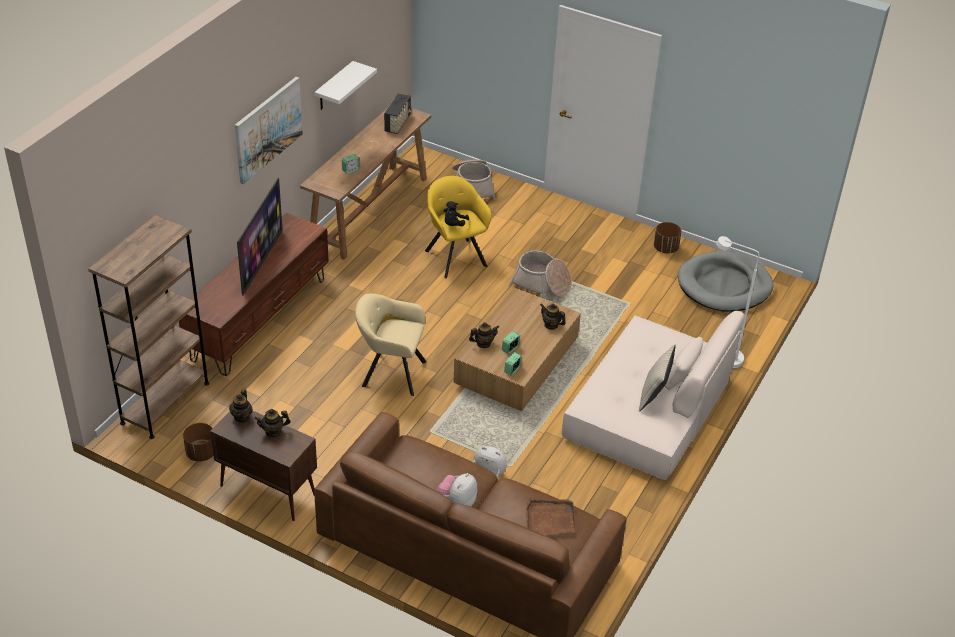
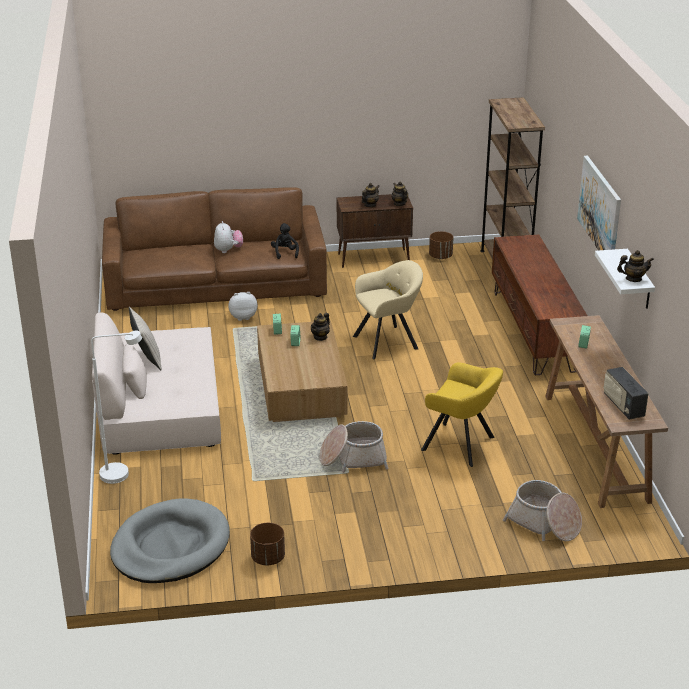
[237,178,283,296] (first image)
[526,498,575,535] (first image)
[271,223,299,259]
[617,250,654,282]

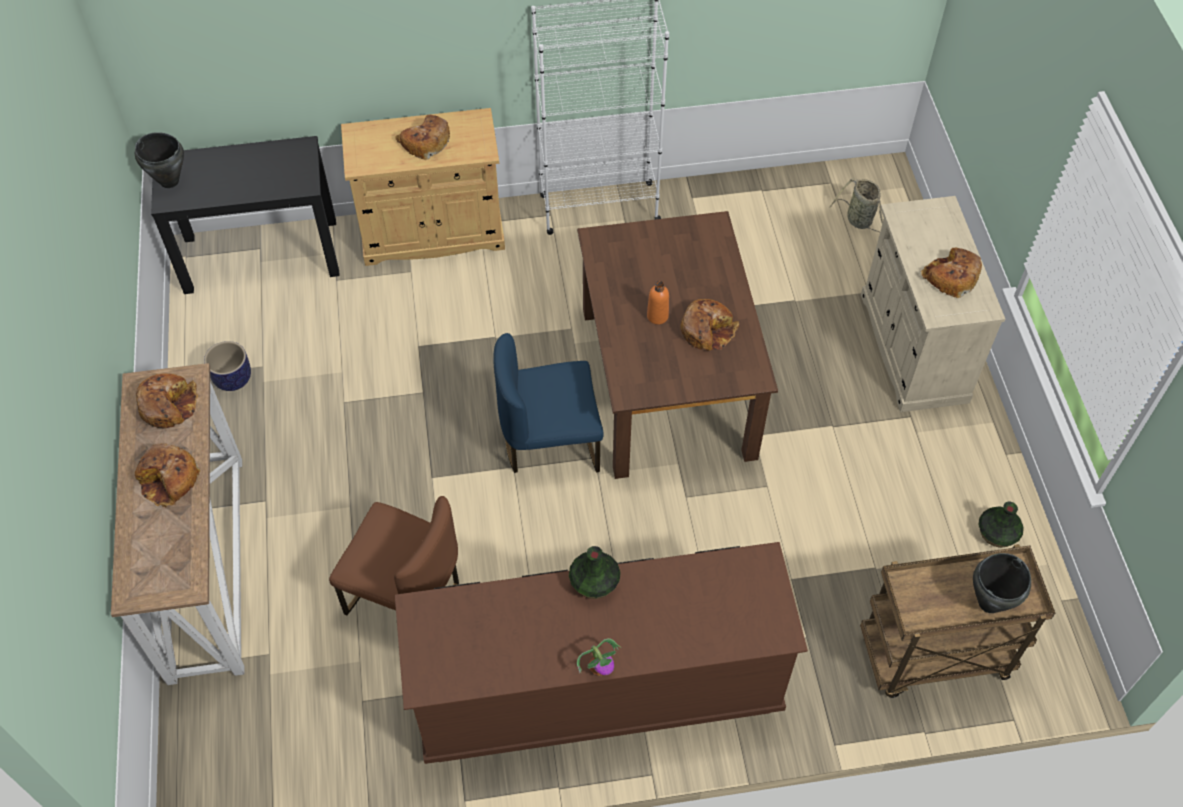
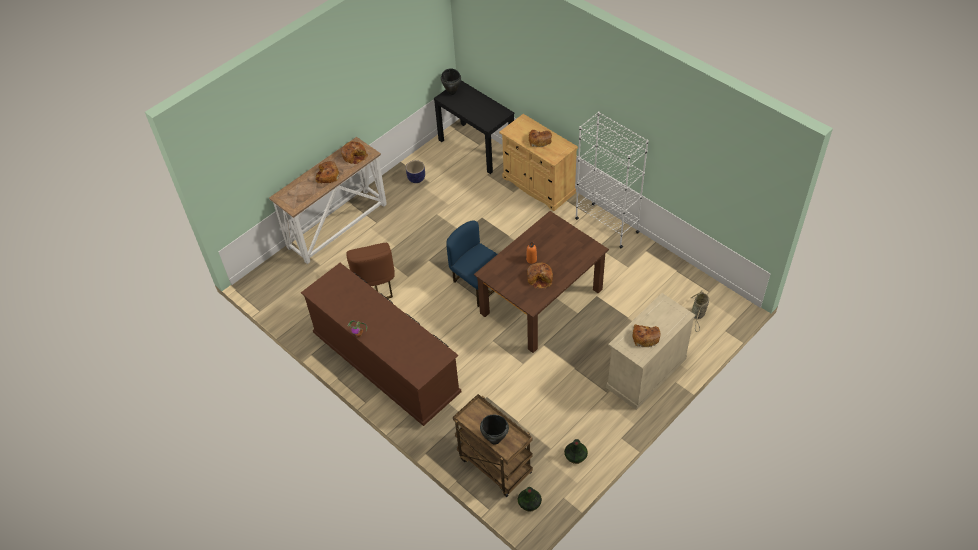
[517,487,542,512]

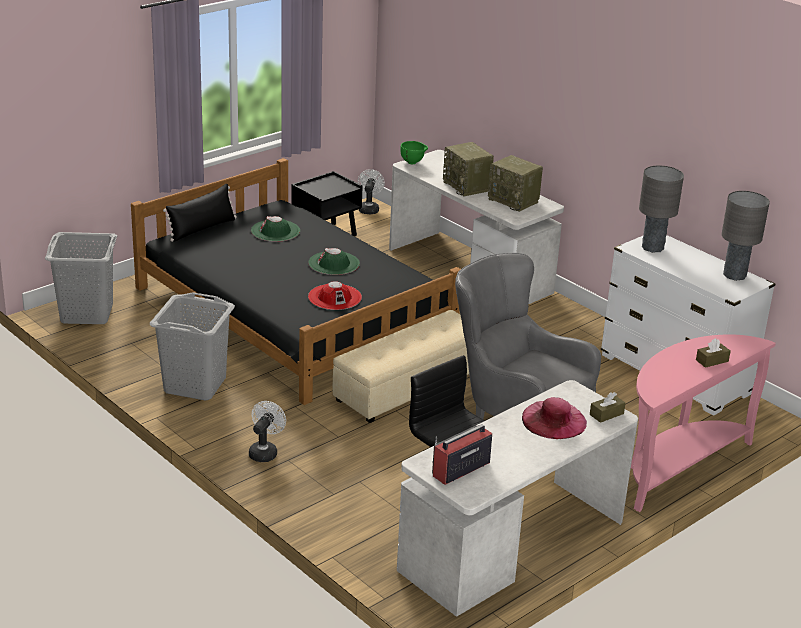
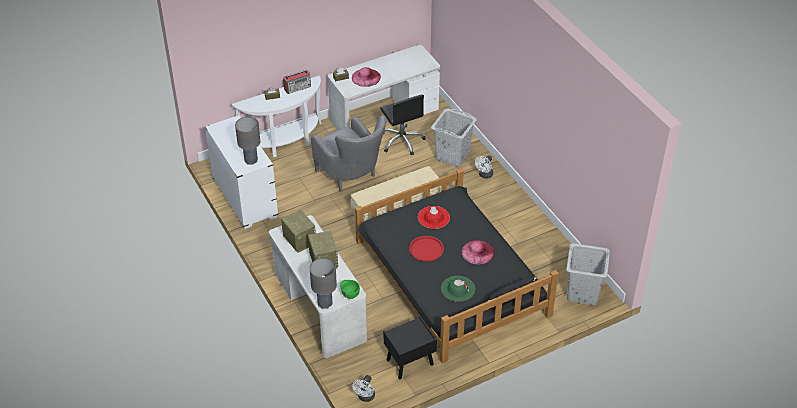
[462,240,495,265]
[431,109,477,167]
[283,70,311,94]
[310,258,337,309]
[409,236,444,262]
[232,76,321,157]

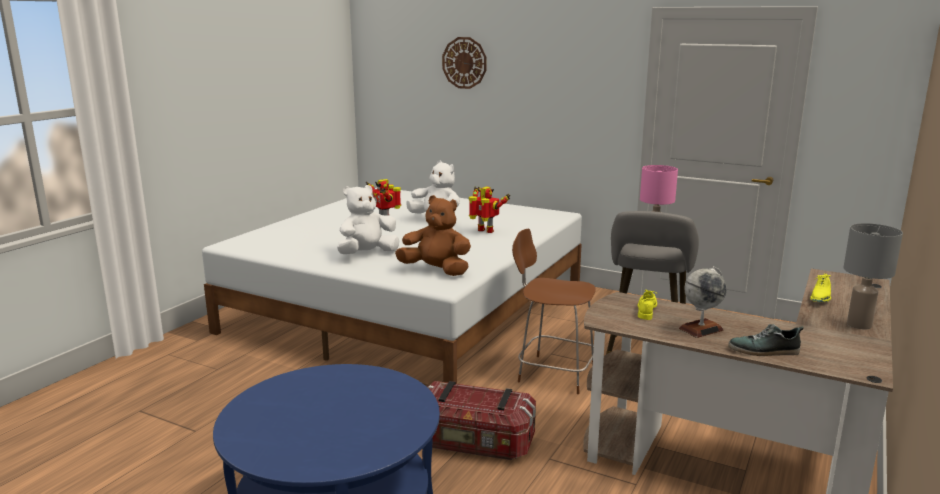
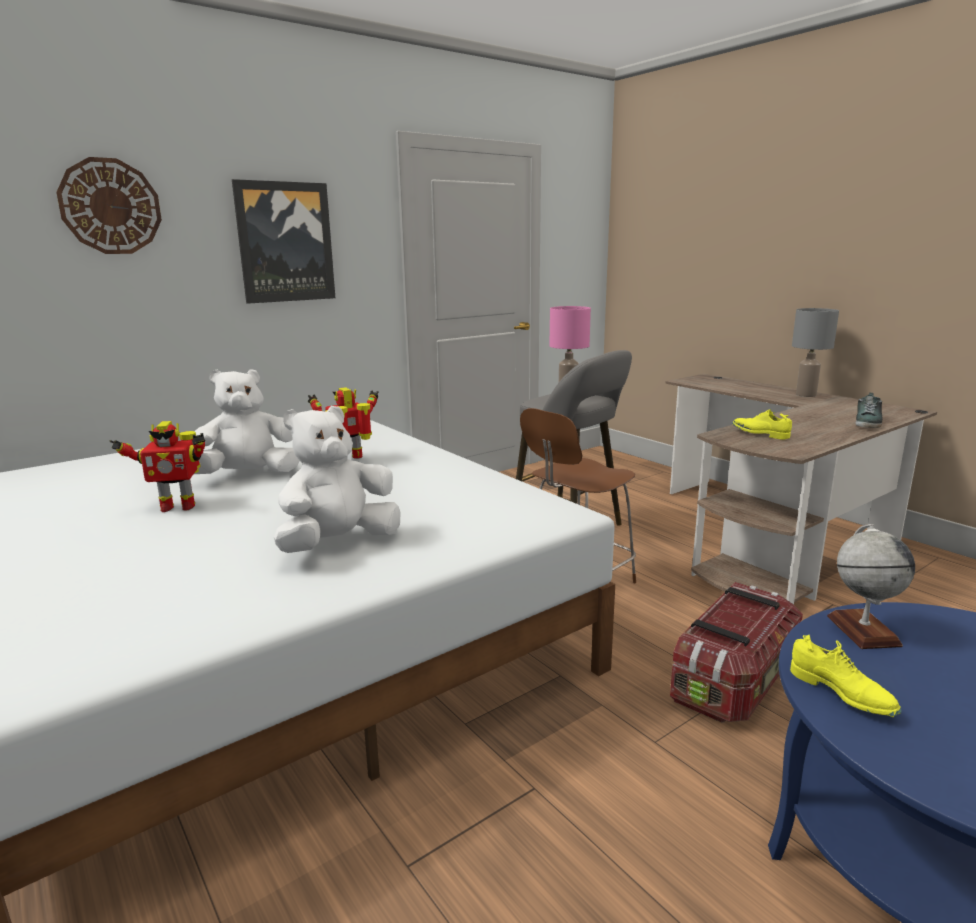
[395,195,471,276] (first image)
[232,179,335,304]
[827,524,915,649]
[790,635,902,717]
[274,406,401,553]

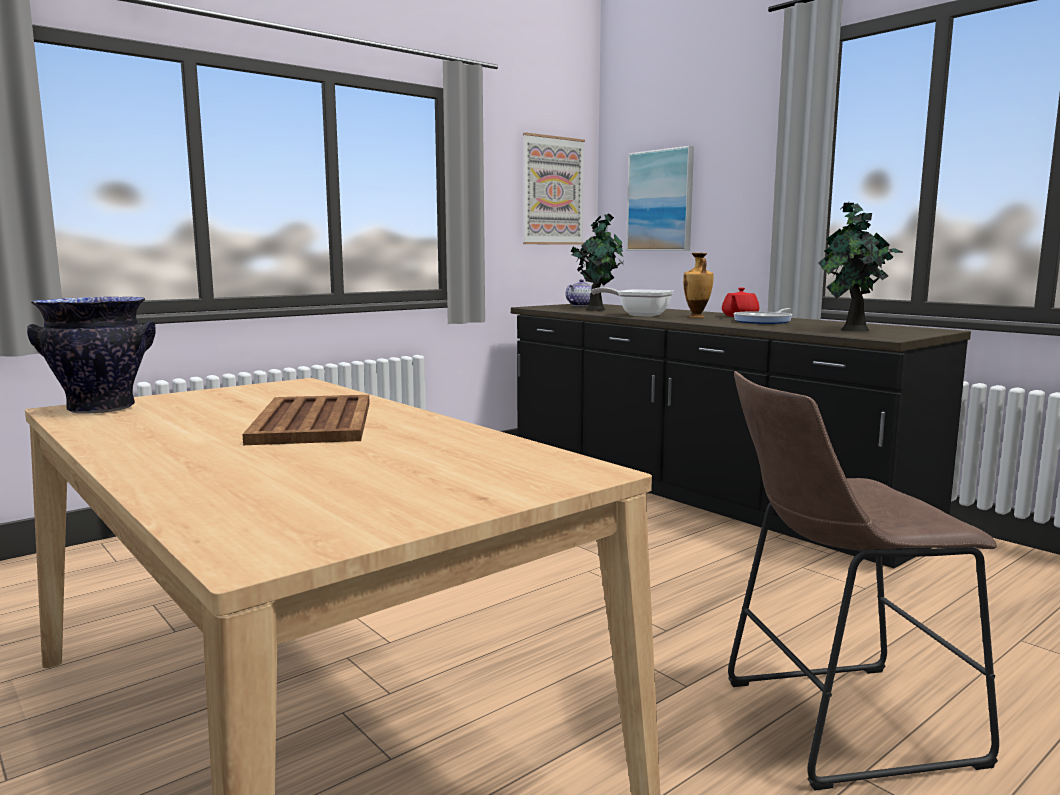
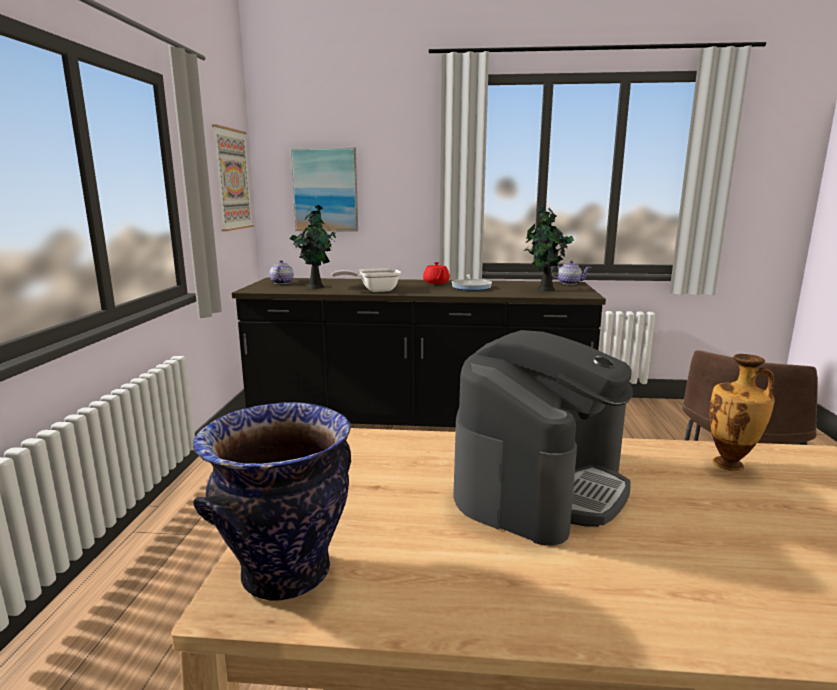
[551,260,591,285]
[710,354,775,471]
[453,330,633,546]

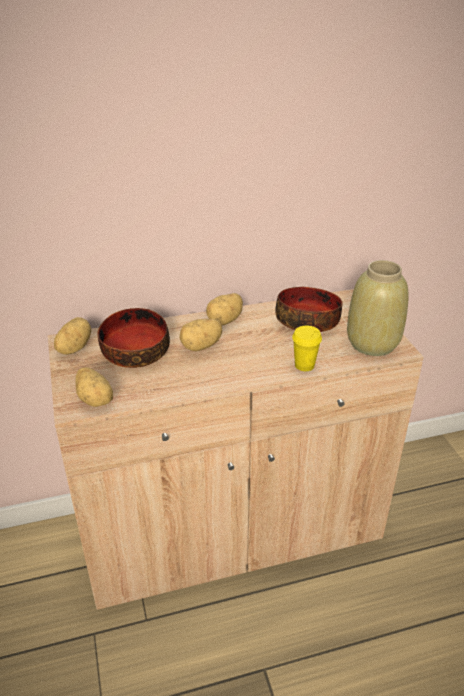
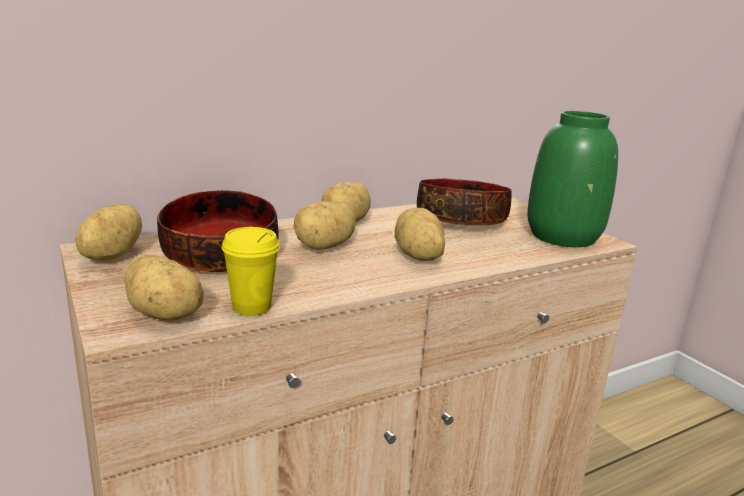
[395,208,445,261]
[222,227,280,316]
[527,111,618,247]

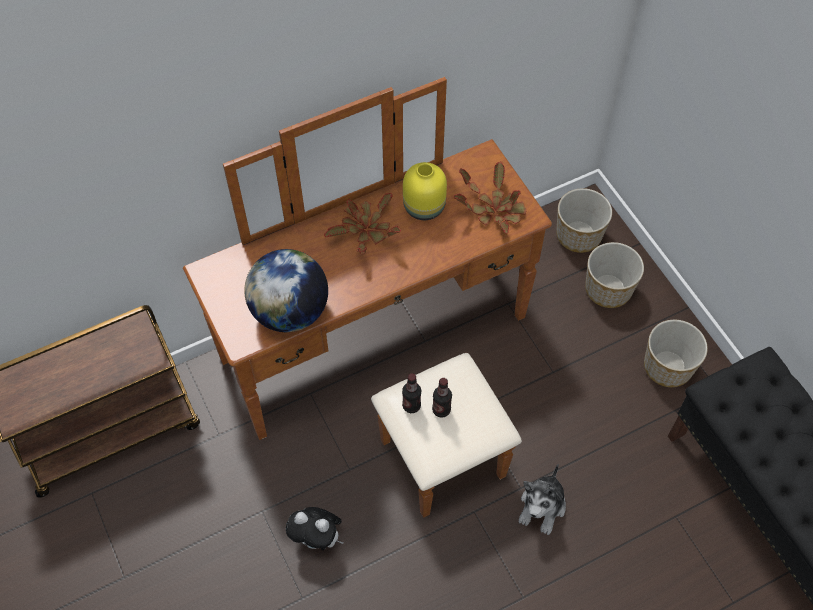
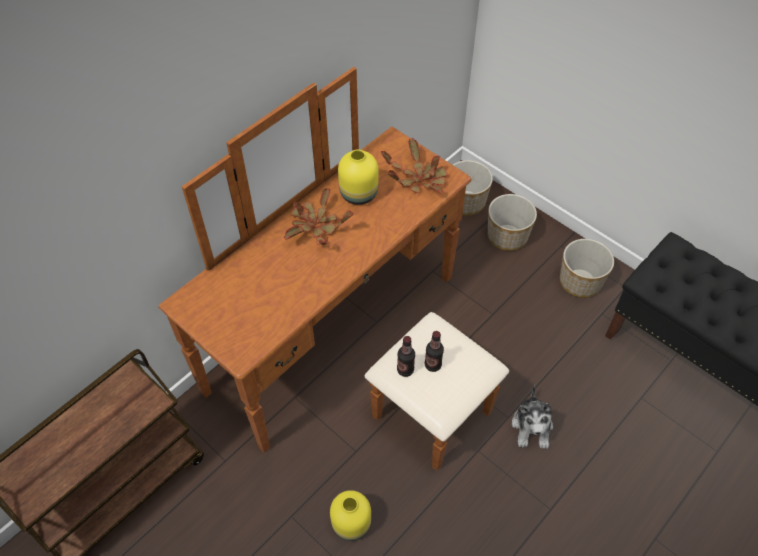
[244,249,328,332] (first image)
[330,490,371,541]

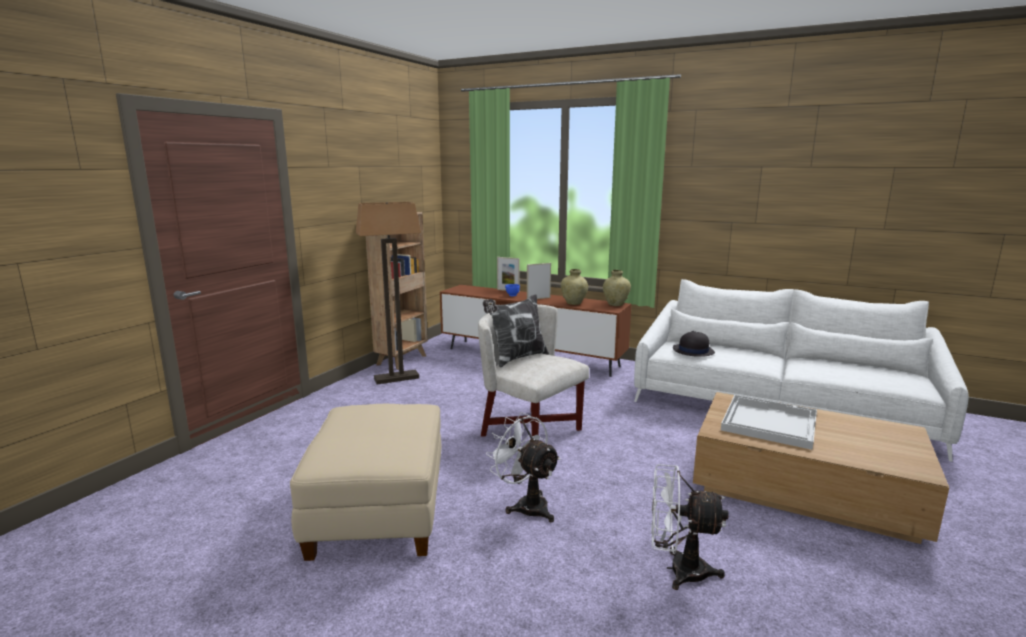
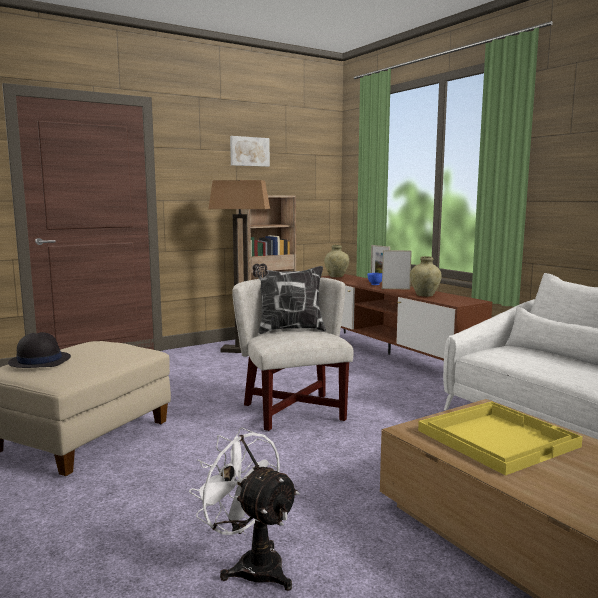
[486,412,561,522] (first image)
[230,136,270,167]
[324,245,349,277]
[8,332,71,368]
[418,401,583,476]

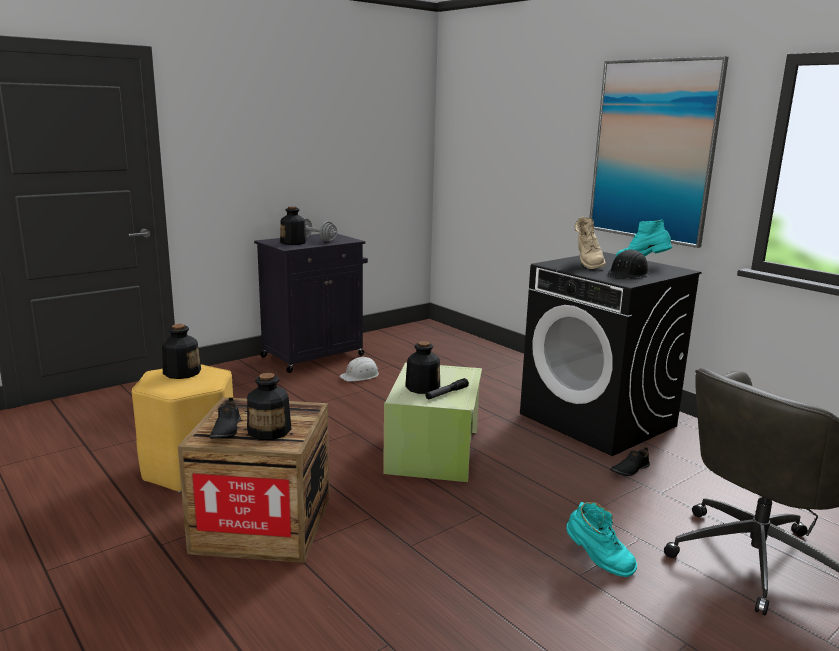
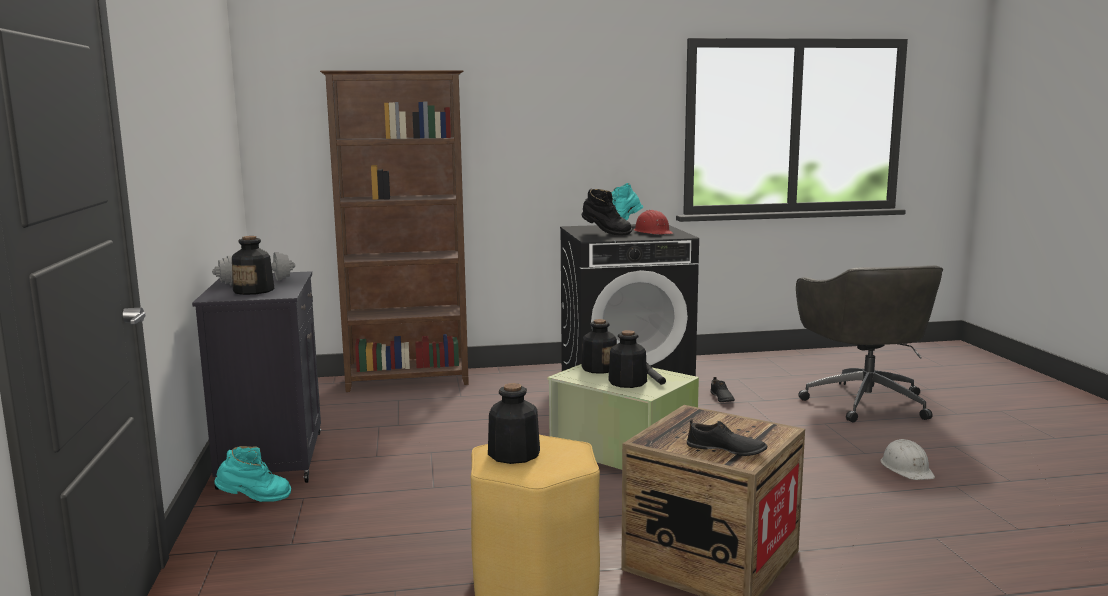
[590,56,729,248] (first image)
[320,70,469,392]
[582,319,617,374]
[881,439,935,480]
[214,446,291,502]
[582,189,632,236]
[634,210,673,234]

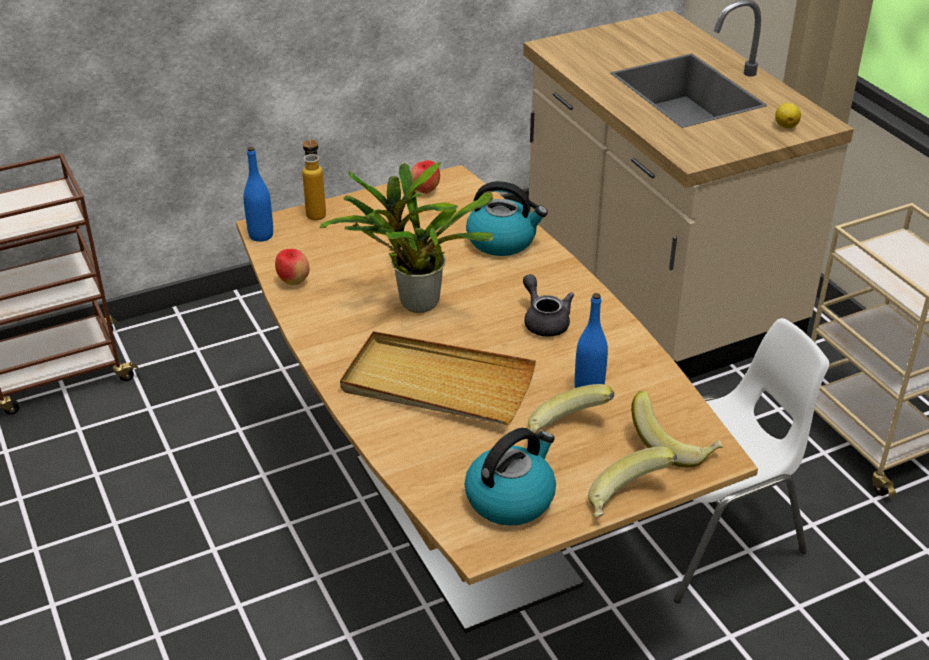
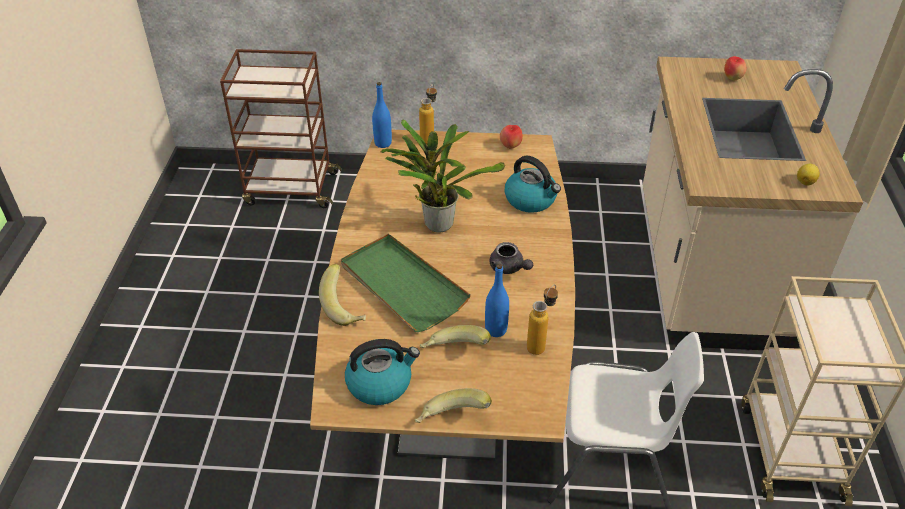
[527,285,558,355]
[724,56,746,81]
[319,264,366,326]
[341,234,471,332]
[490,242,533,274]

